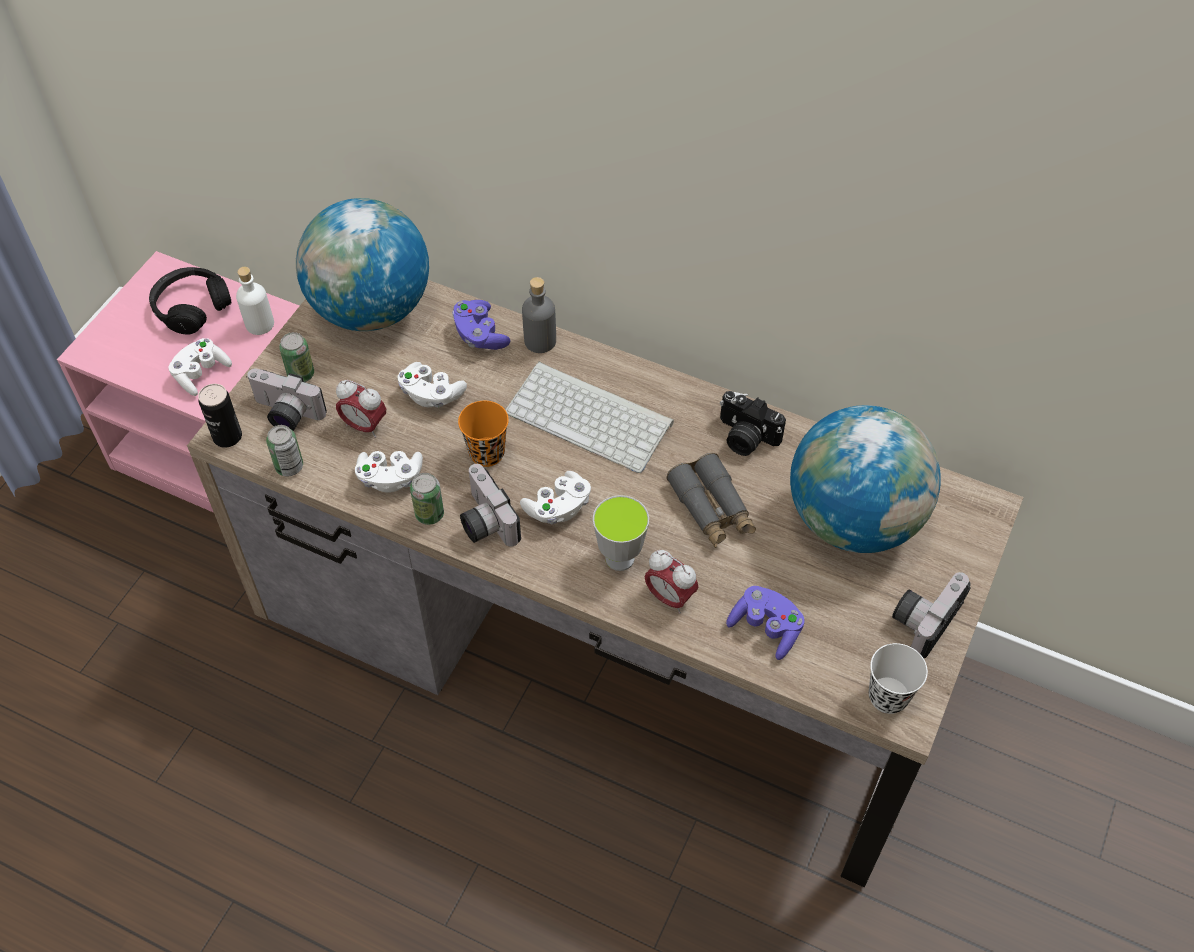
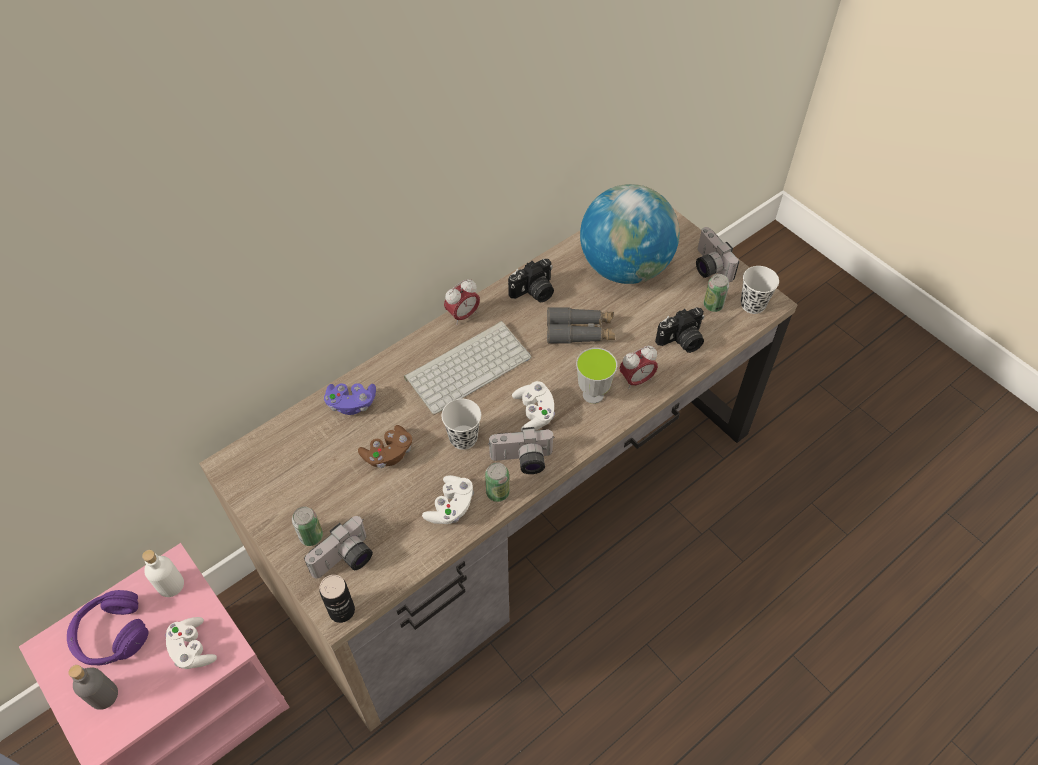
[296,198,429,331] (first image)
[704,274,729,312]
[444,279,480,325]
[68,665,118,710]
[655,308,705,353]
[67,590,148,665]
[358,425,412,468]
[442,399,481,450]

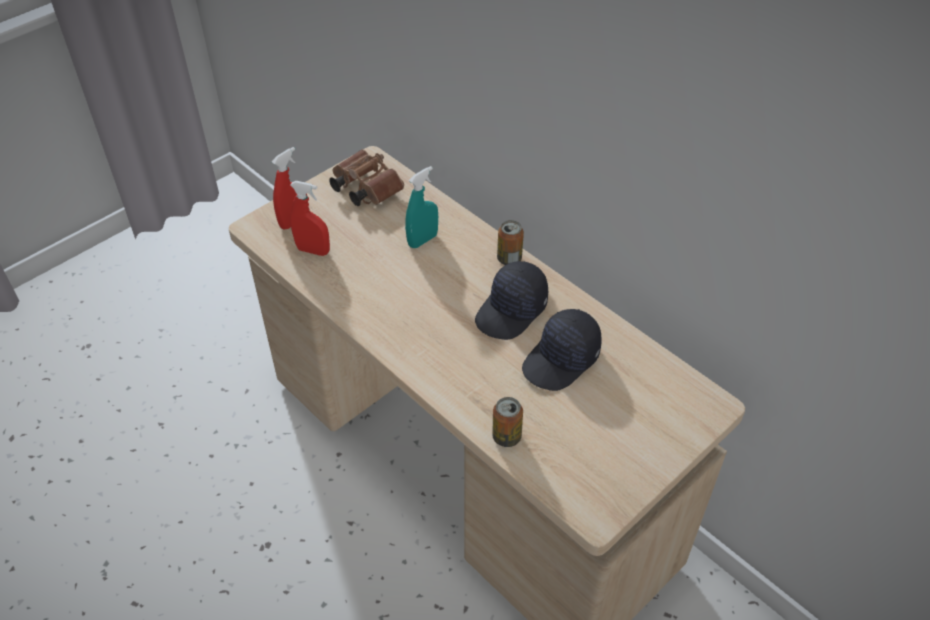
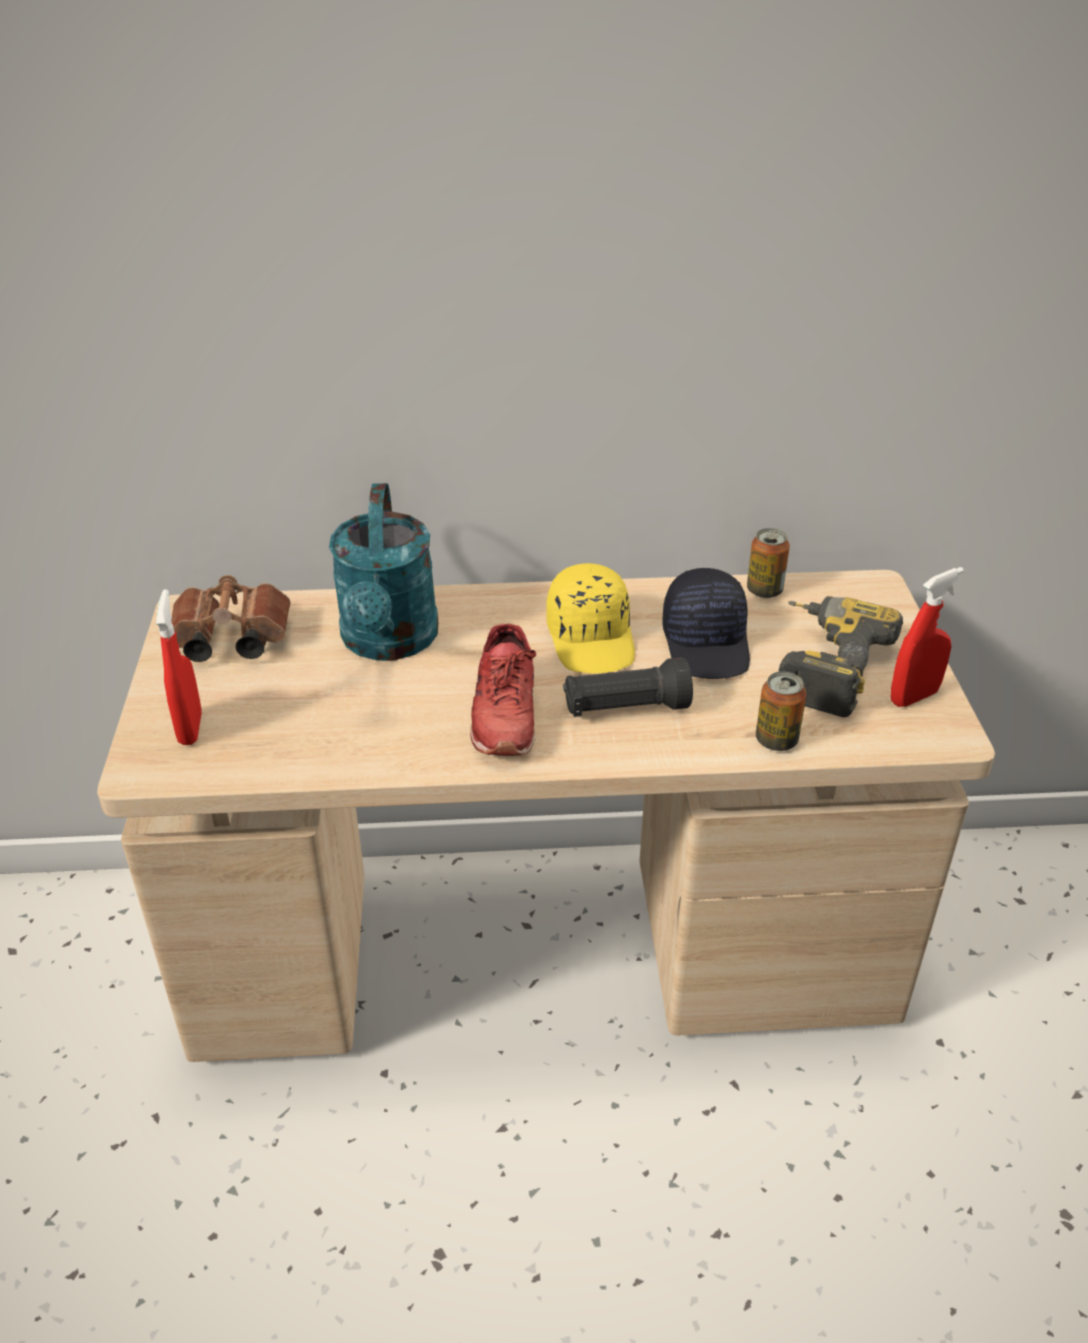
[470,624,536,756]
[563,657,693,717]
[778,596,903,717]
[891,567,964,707]
[747,528,790,598]
[329,483,438,661]
[546,563,635,674]

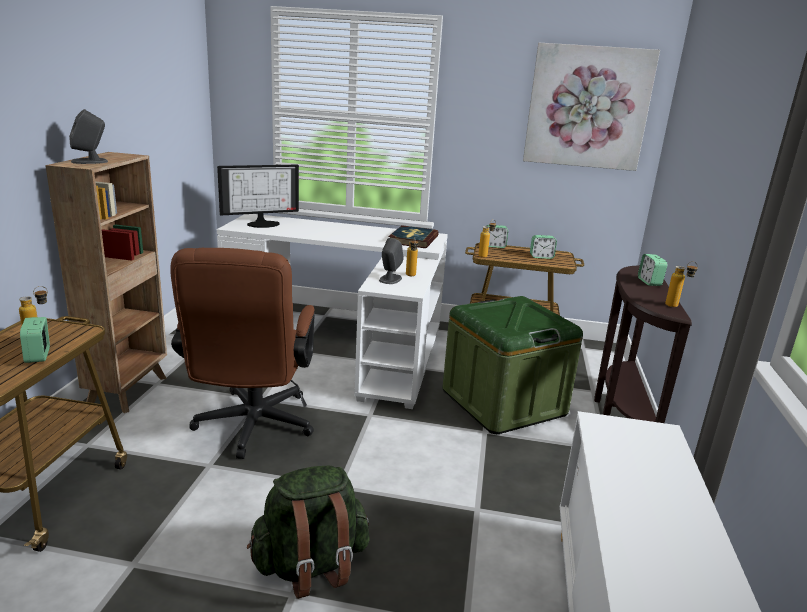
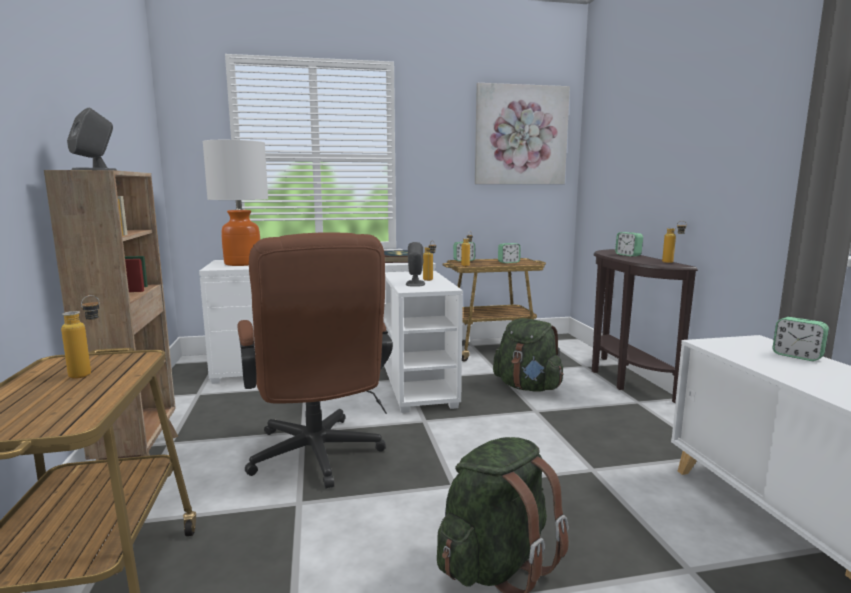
[772,317,829,361]
[203,140,268,266]
[493,318,563,392]

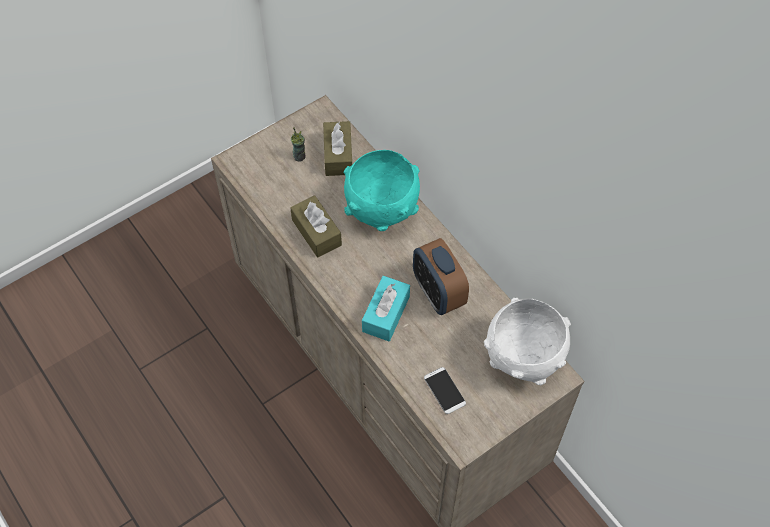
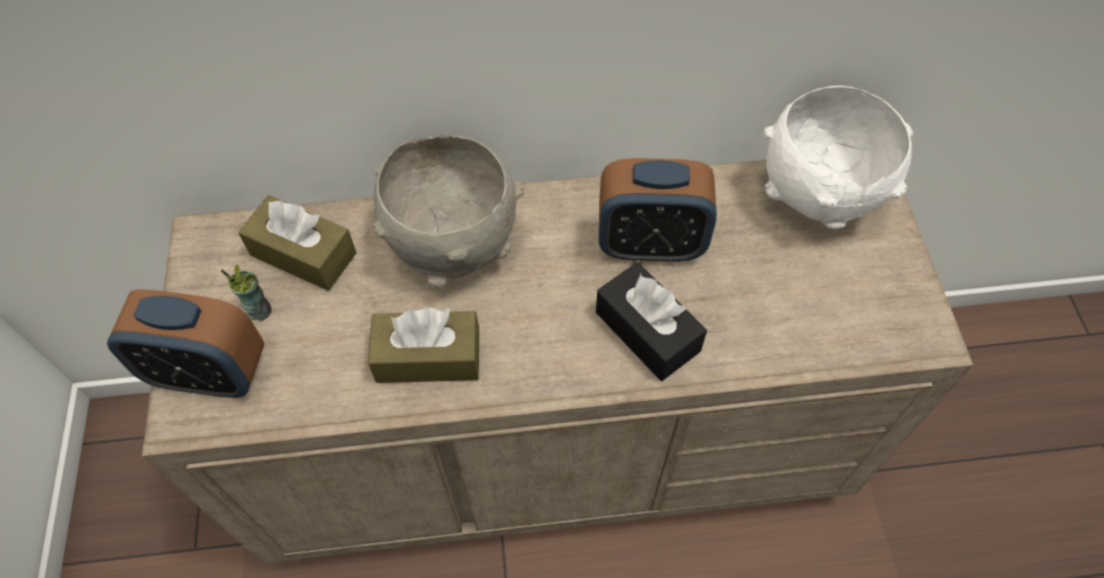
[424,367,466,414] (first image)
[107,289,264,398]
[373,134,524,288]
[596,262,707,381]

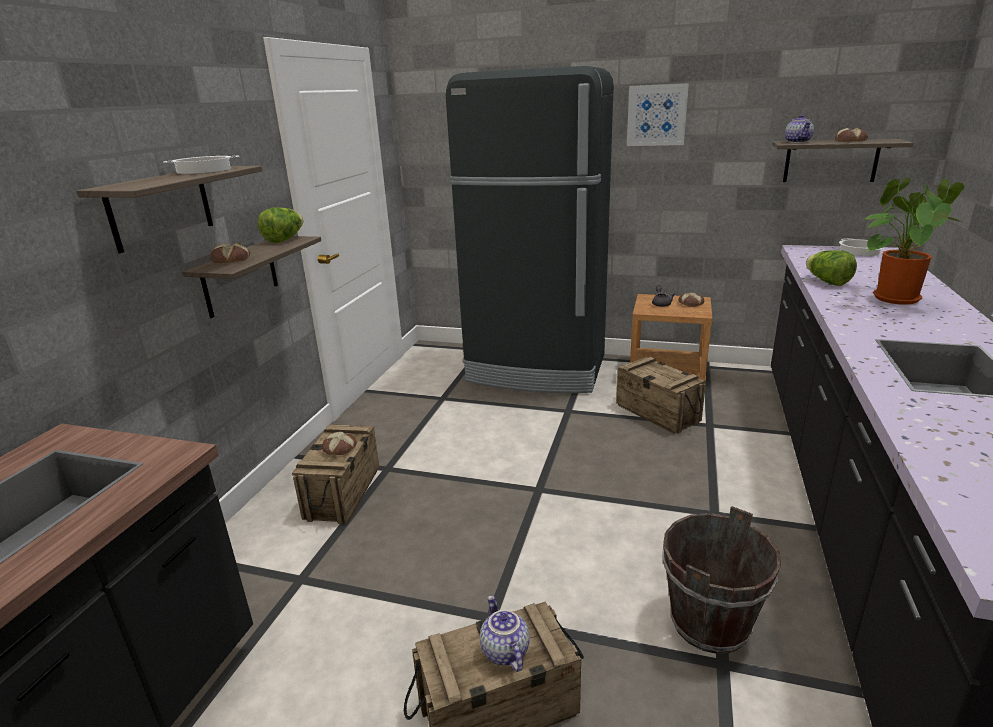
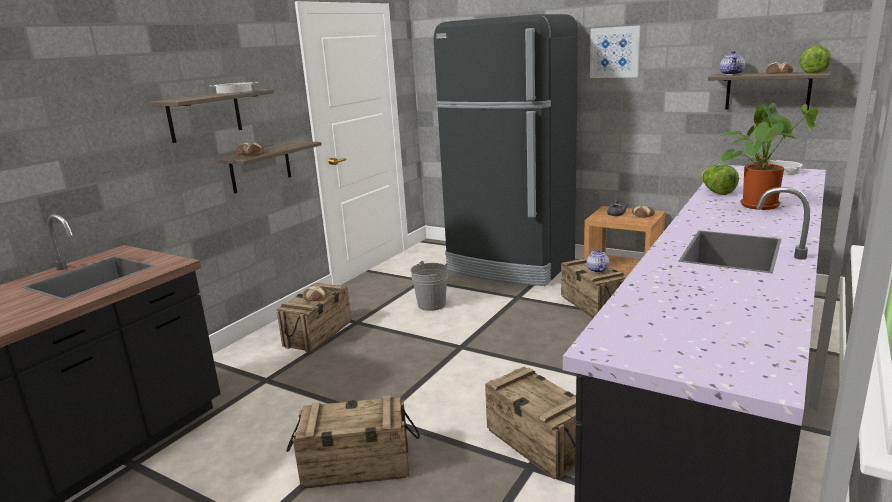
[410,261,448,311]
[799,46,832,73]
[587,249,609,273]
[485,367,577,479]

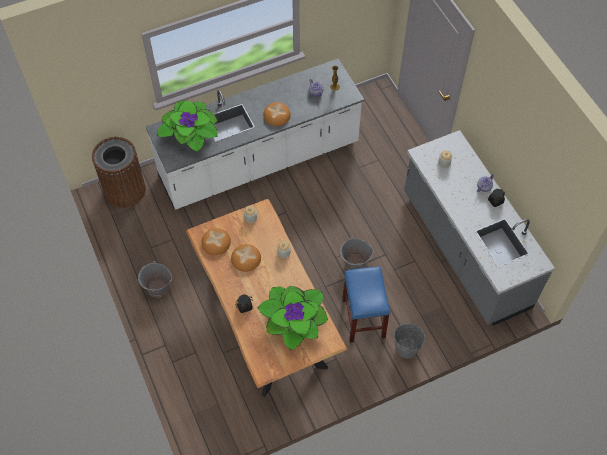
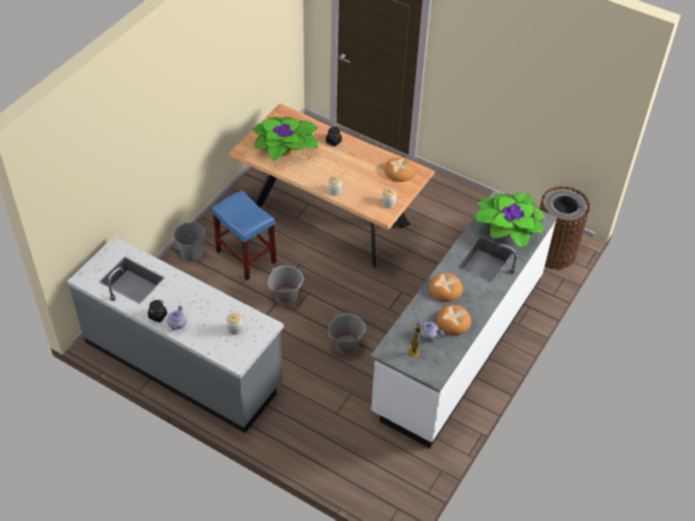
[328,313,366,355]
[436,305,471,335]

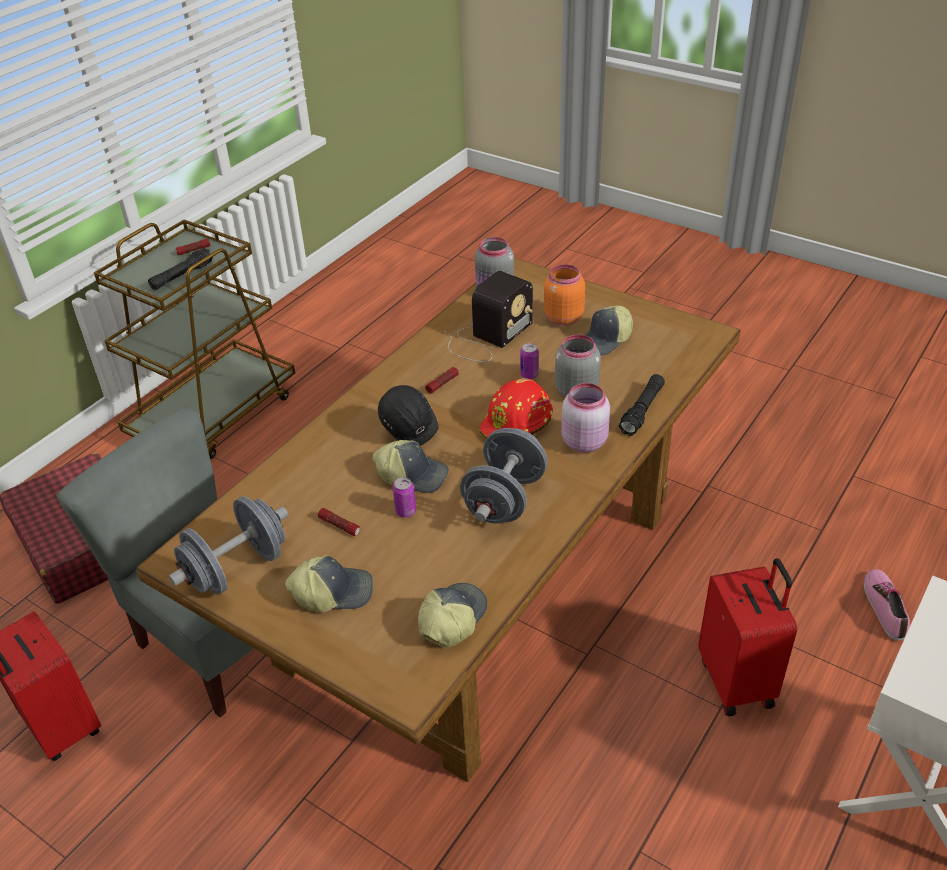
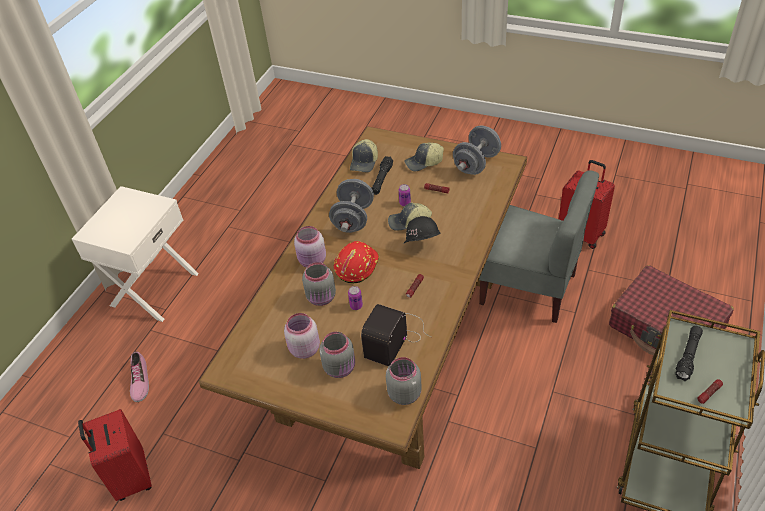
[371,156,393,195]
[78,409,152,501]
[284,313,320,359]
[319,332,355,378]

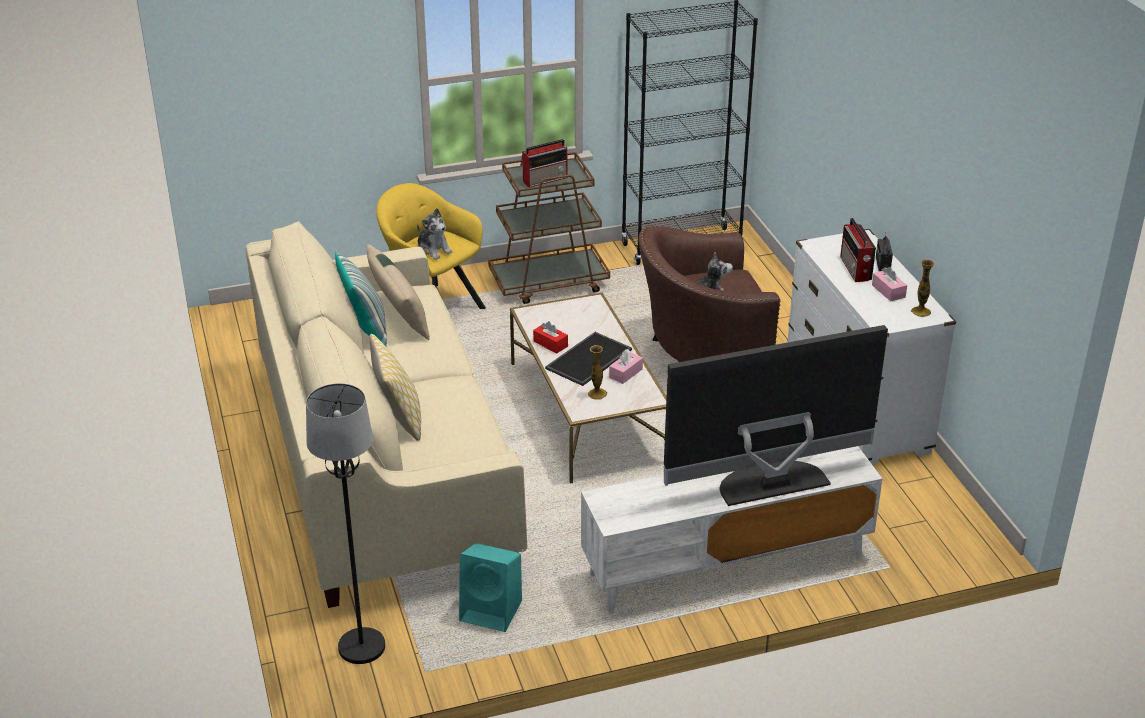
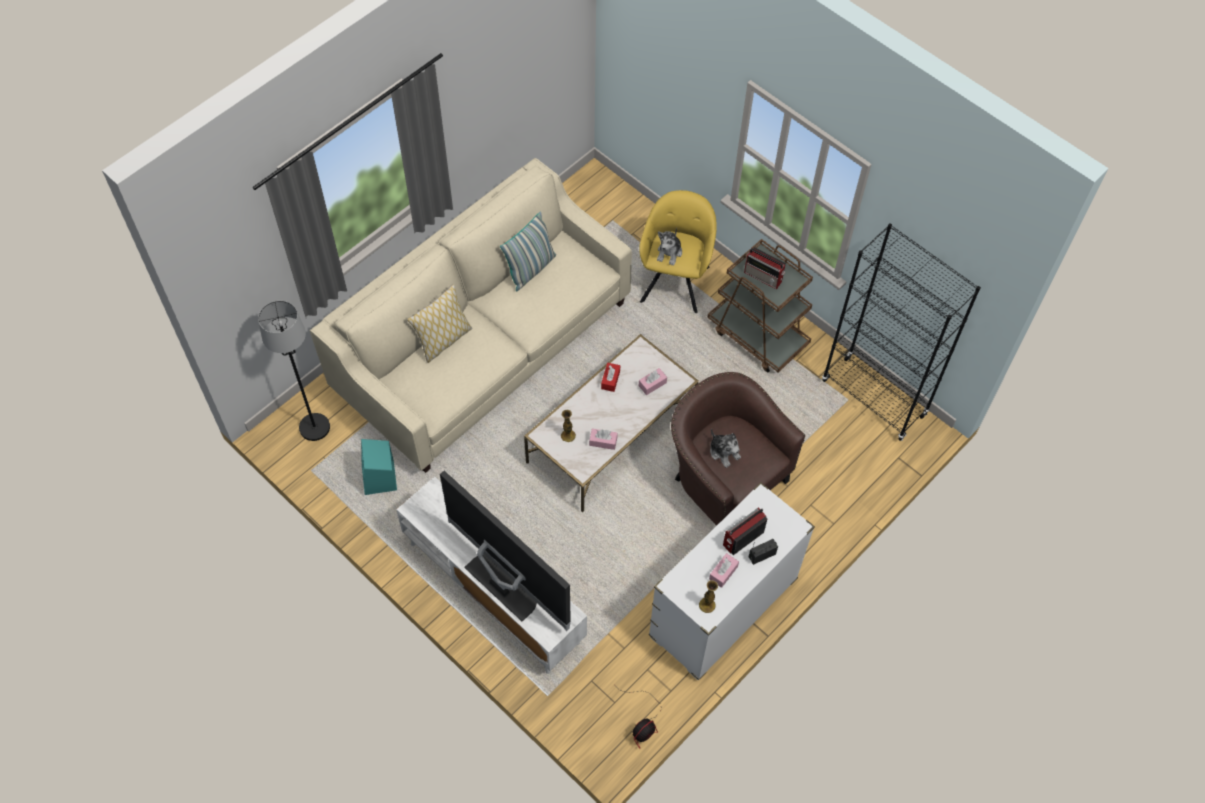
[367,244,430,340] (first image)
[545,332,632,386] (first image)
[619,689,662,749]
[639,368,667,395]

